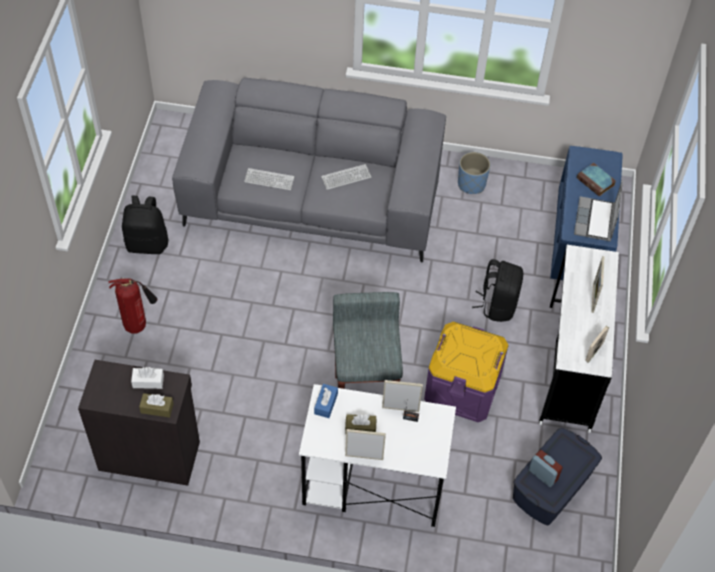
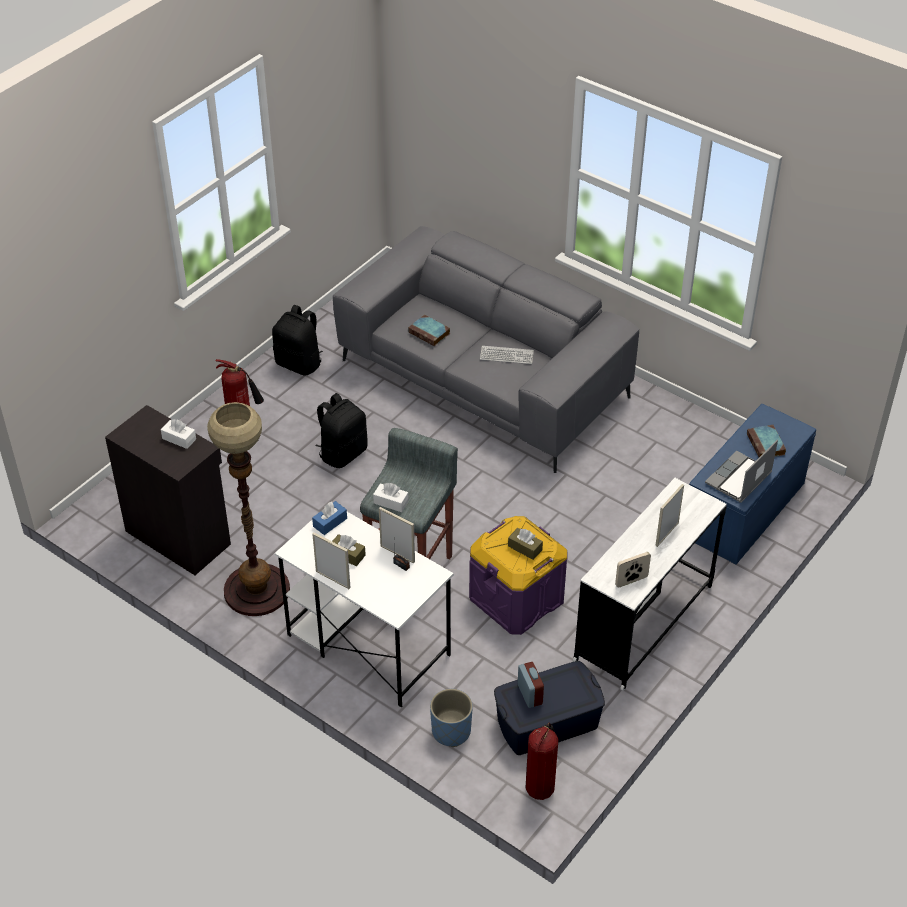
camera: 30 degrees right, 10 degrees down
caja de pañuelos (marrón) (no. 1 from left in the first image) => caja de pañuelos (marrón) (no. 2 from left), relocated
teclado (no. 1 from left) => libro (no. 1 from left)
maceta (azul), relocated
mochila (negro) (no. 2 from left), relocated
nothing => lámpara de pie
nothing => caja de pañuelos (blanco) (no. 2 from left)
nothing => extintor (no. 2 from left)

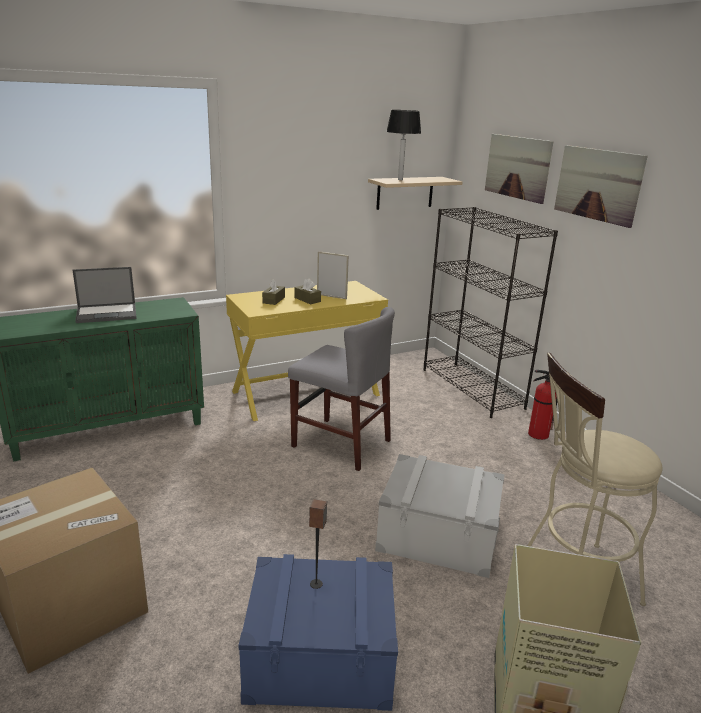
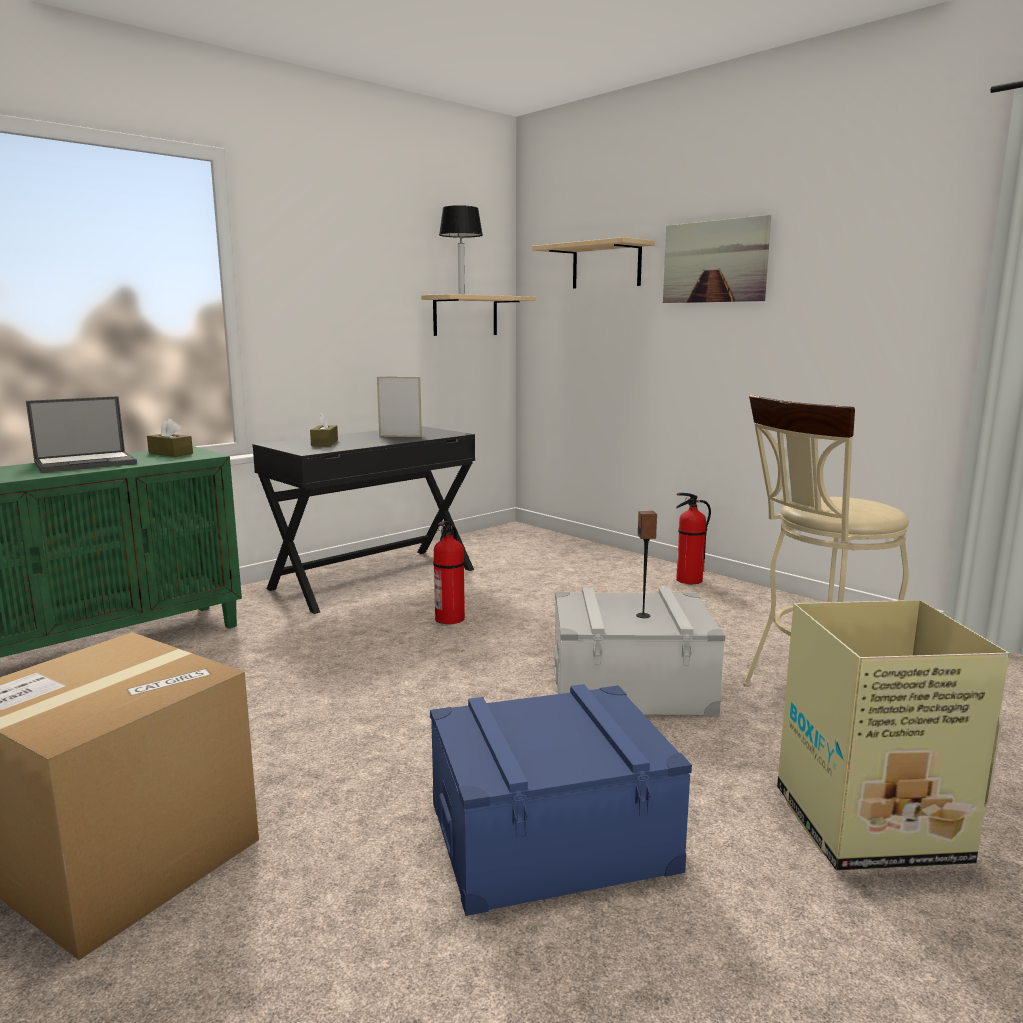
camera: 15 degrees left, 10 degrees down
escritorio (amarillo) => escritorio (negro)
silla (gris) => extintor (no. 1 from left)
caja de pañuelos (marrón) (no. 2 from left in the first image) => caja de pañuelos (marrón) (no. 1 from left), relocated
altavoz, relocated
estantería (negro) => nothing
cuadro (no. 1 from left) => estante (beis) (no. 2 from left)

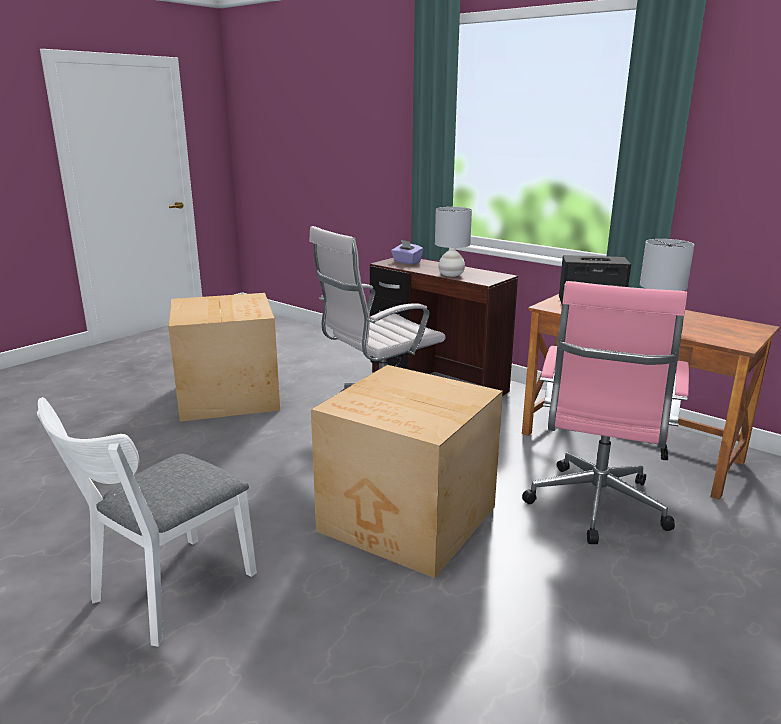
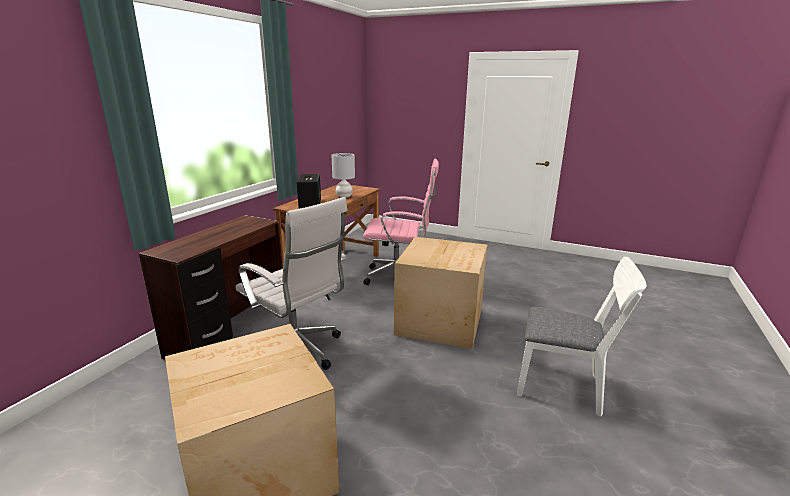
camera: 105 degrees left, 0 degrees up
caja de pañuelos (morado) => nothing
lámpara de mesa (gris) (no. 1 from left) => nothing

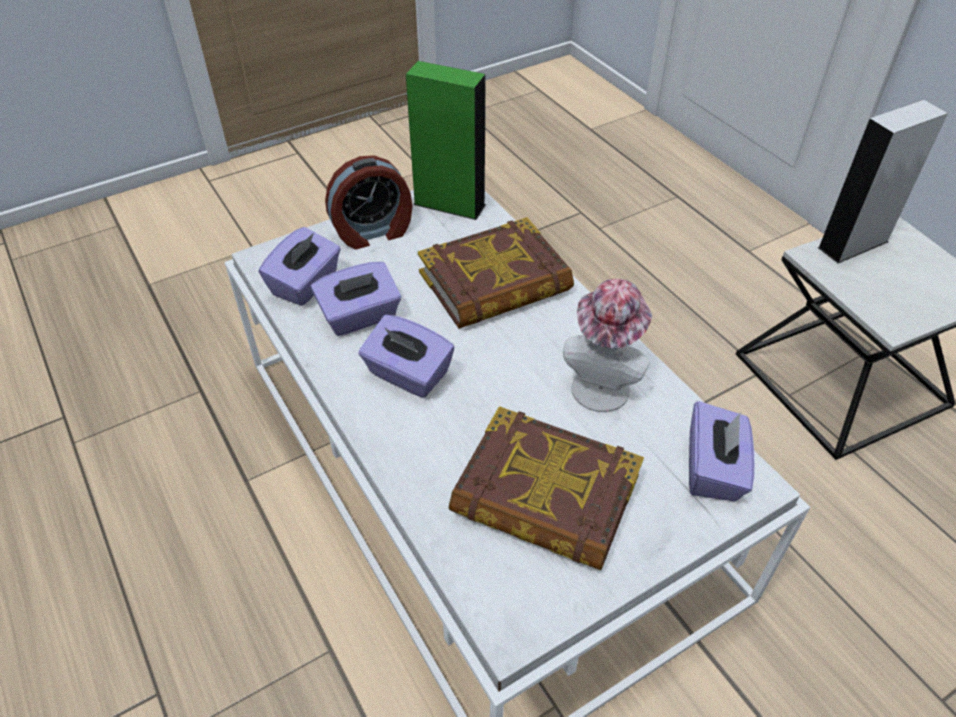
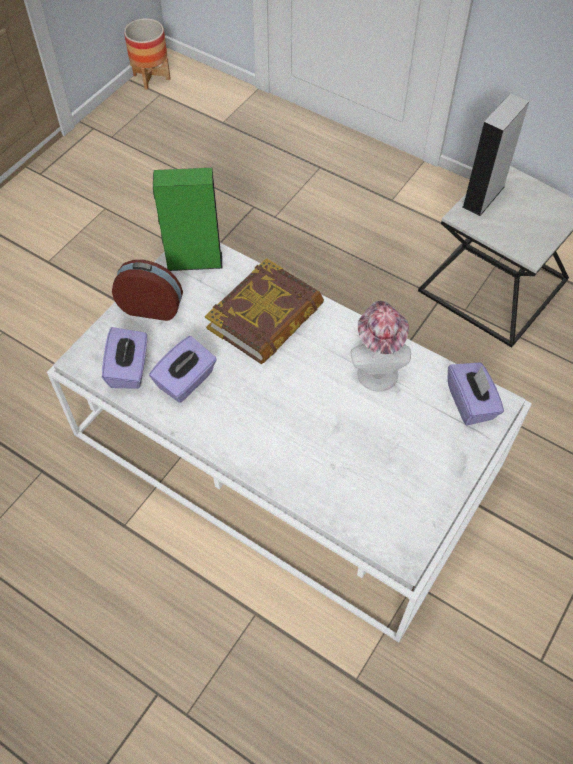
camera: 25 degrees left, 10 degrees up
despertador, 120 degrees counterclockwise
caja de pañuelos (morado) (no. 3 from left) => nothing
libro (no. 2 from left) => nothing
nothing => maceta

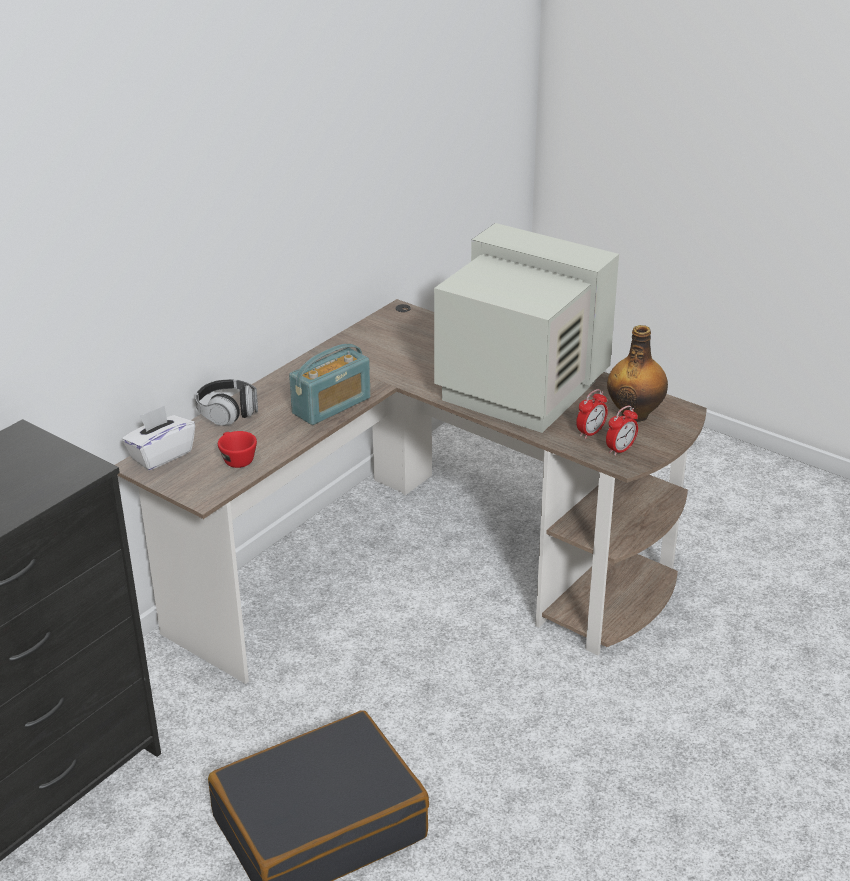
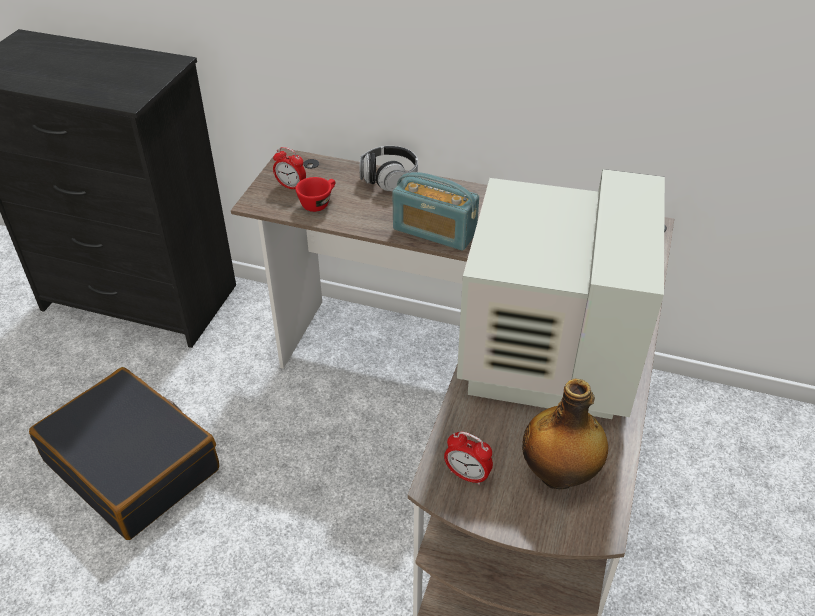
camera: 70 degrees right, 10 degrees up
caja de pañuelos (blanco) => nothing
despertador (no. 1 from left), relocated

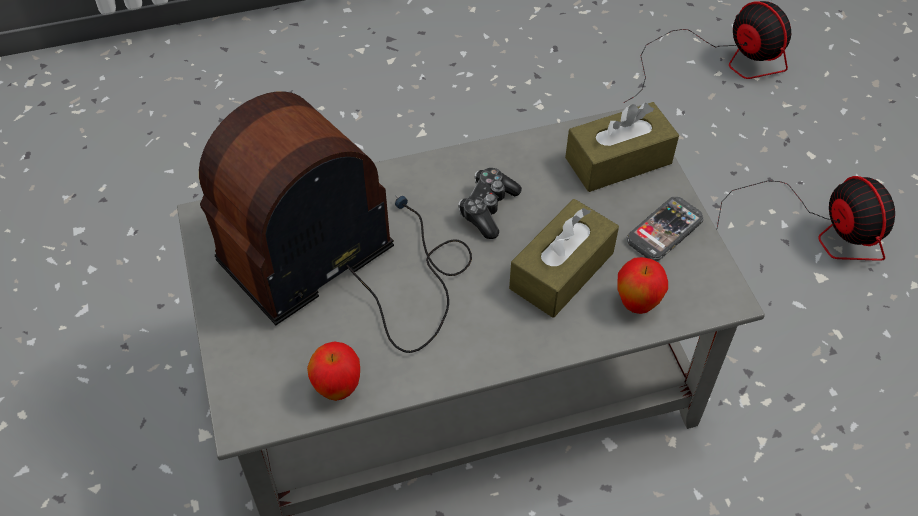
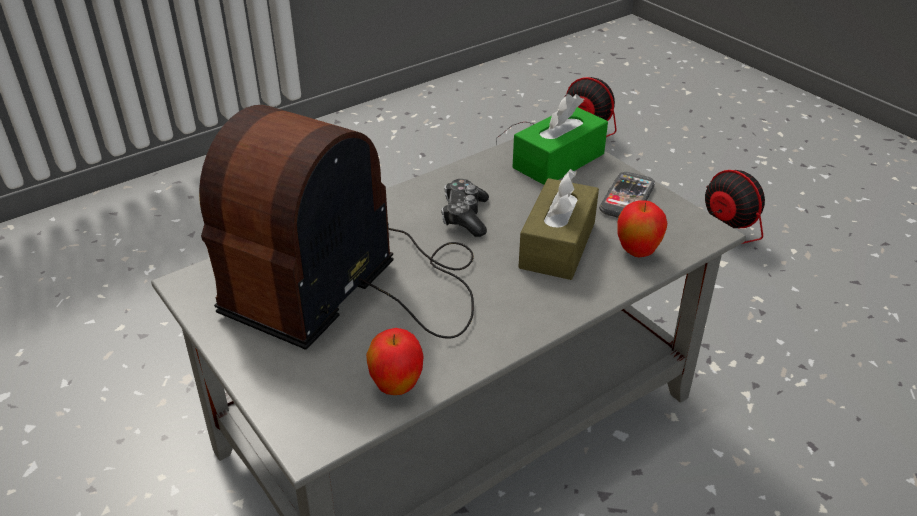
camera: 20 degrees left, 15 degrees down
caja de pañuelos (marrón) (no. 2 from left) => caja de pañuelos (verde)

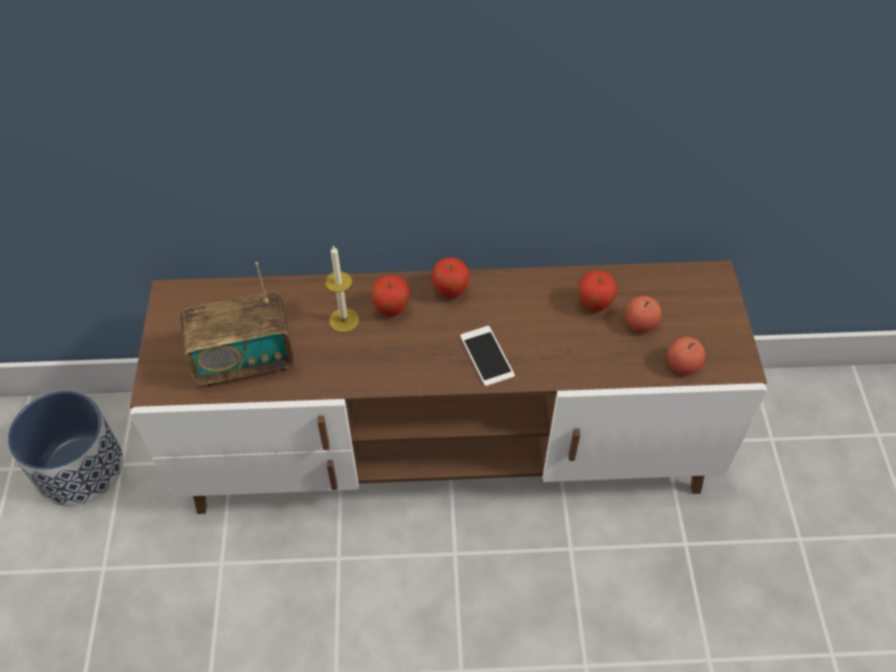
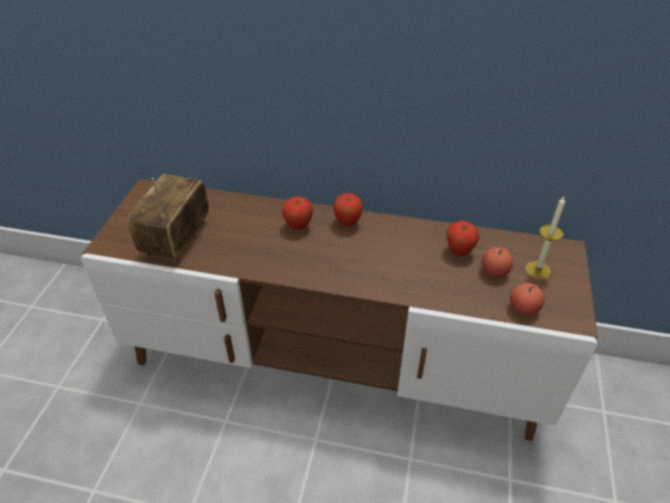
camera: 15 degrees right, 10 degrees down
maceta => nothing
radio, 105 degrees clockwise
vela, relocated
móvil => nothing

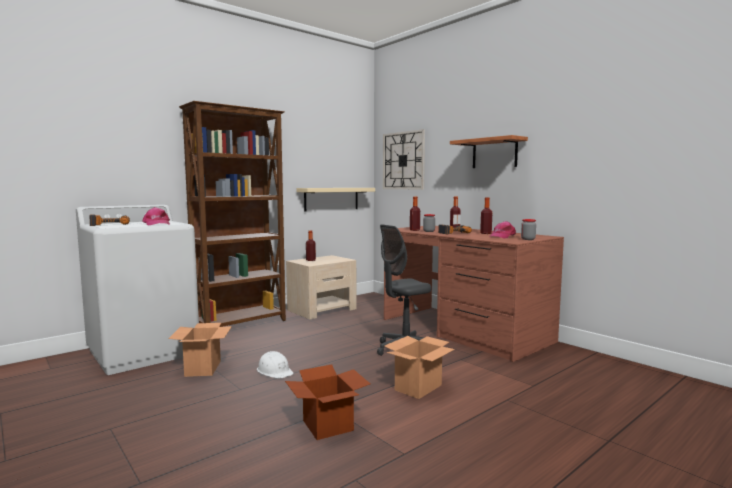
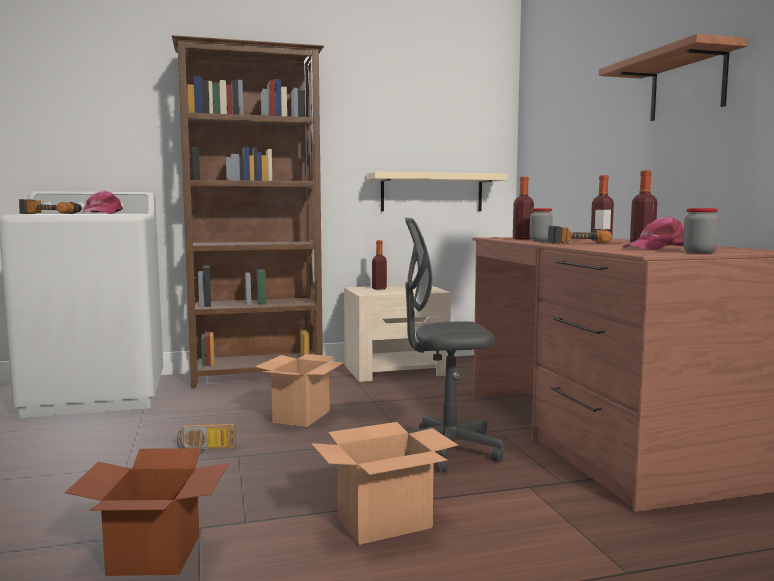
camera: 25 degrees right, 0 degrees up
caja de cartón (no. 1 from left in the first image) => caja de cartón (no. 2 from left), relocated
casco (blanco) => radio
reloj de pared => nothing

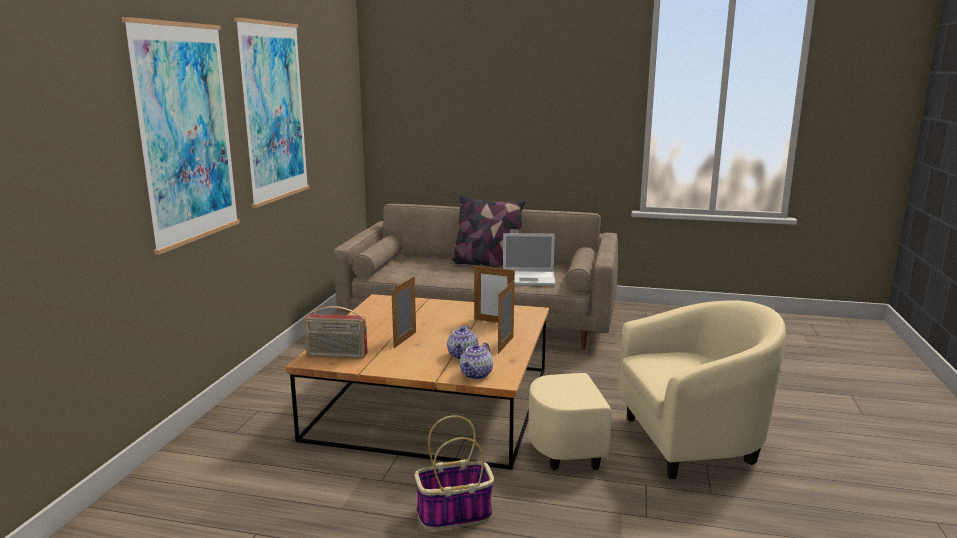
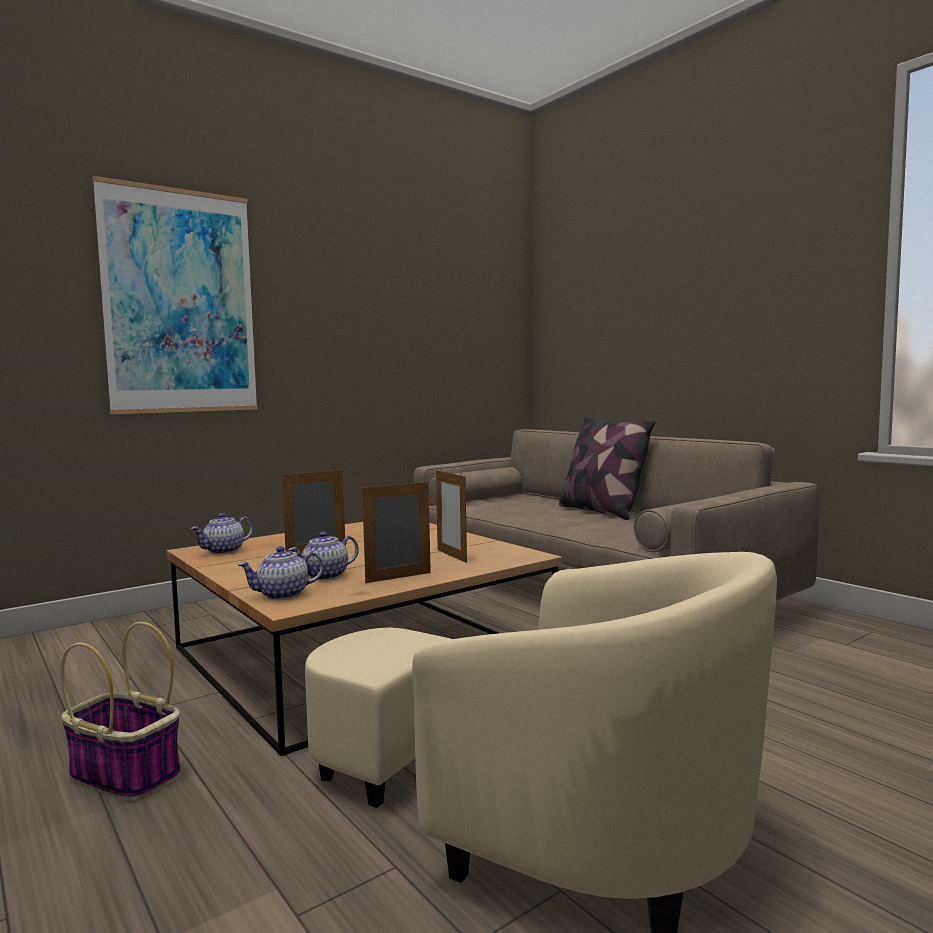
camera: 40 degrees right, 10 degrees down
cuadro (no. 2 from left) => nothing
radio => tetera (no. 1 from left)
portátil => nothing

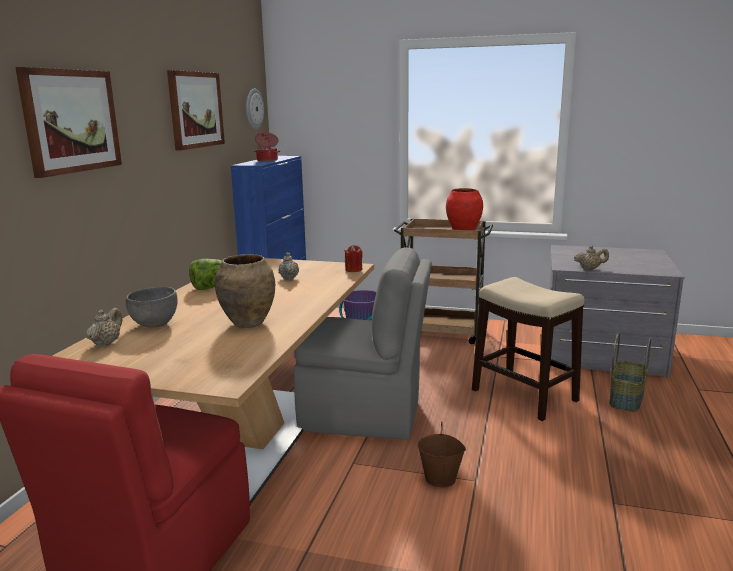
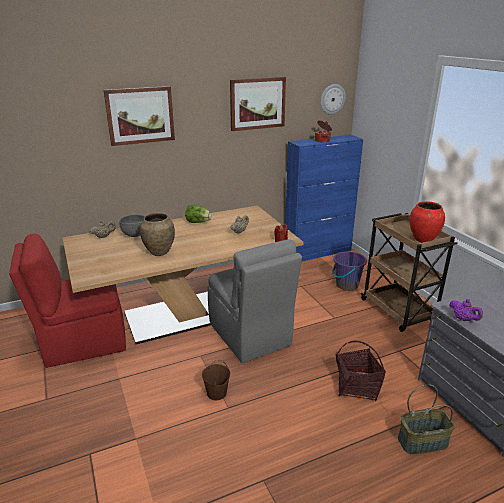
camera: 50 degrees right, 10 degrees up
taburete => cesta (no. 1 from left)
tetera (beis) (no. 3 from left) => tetera (morado)

